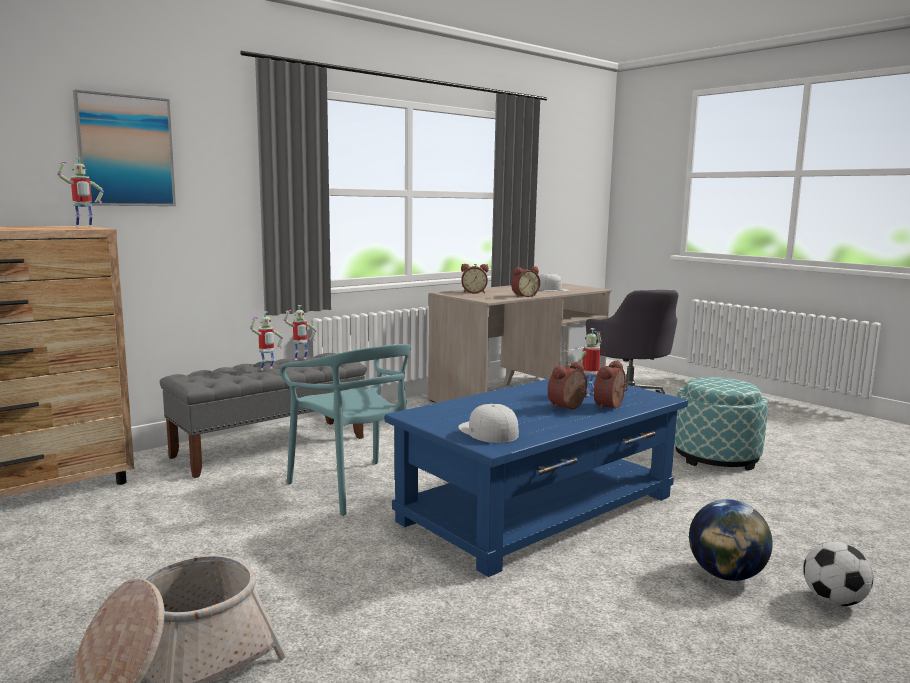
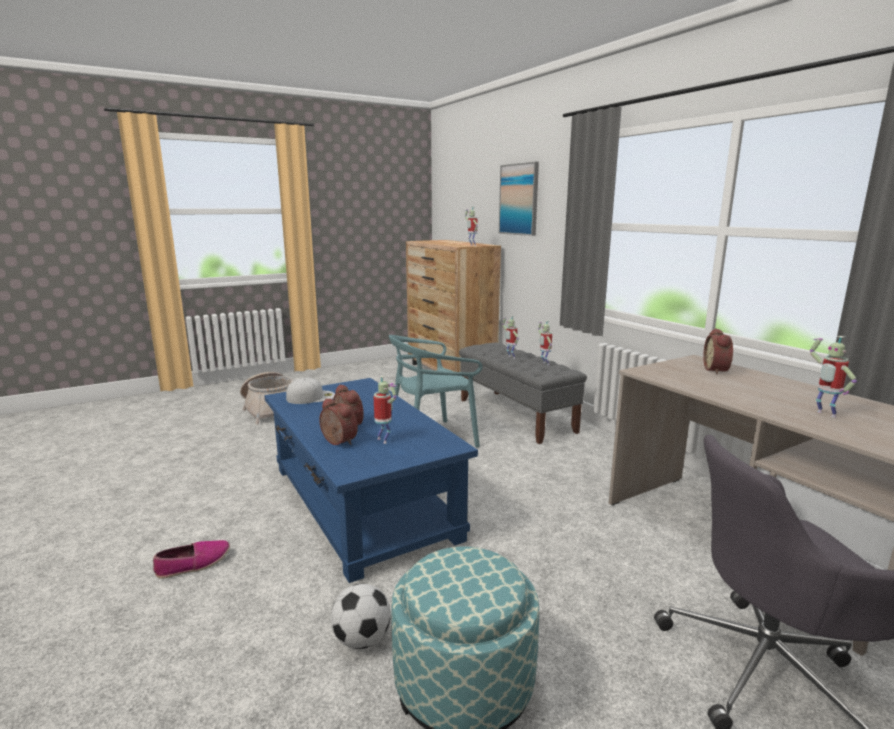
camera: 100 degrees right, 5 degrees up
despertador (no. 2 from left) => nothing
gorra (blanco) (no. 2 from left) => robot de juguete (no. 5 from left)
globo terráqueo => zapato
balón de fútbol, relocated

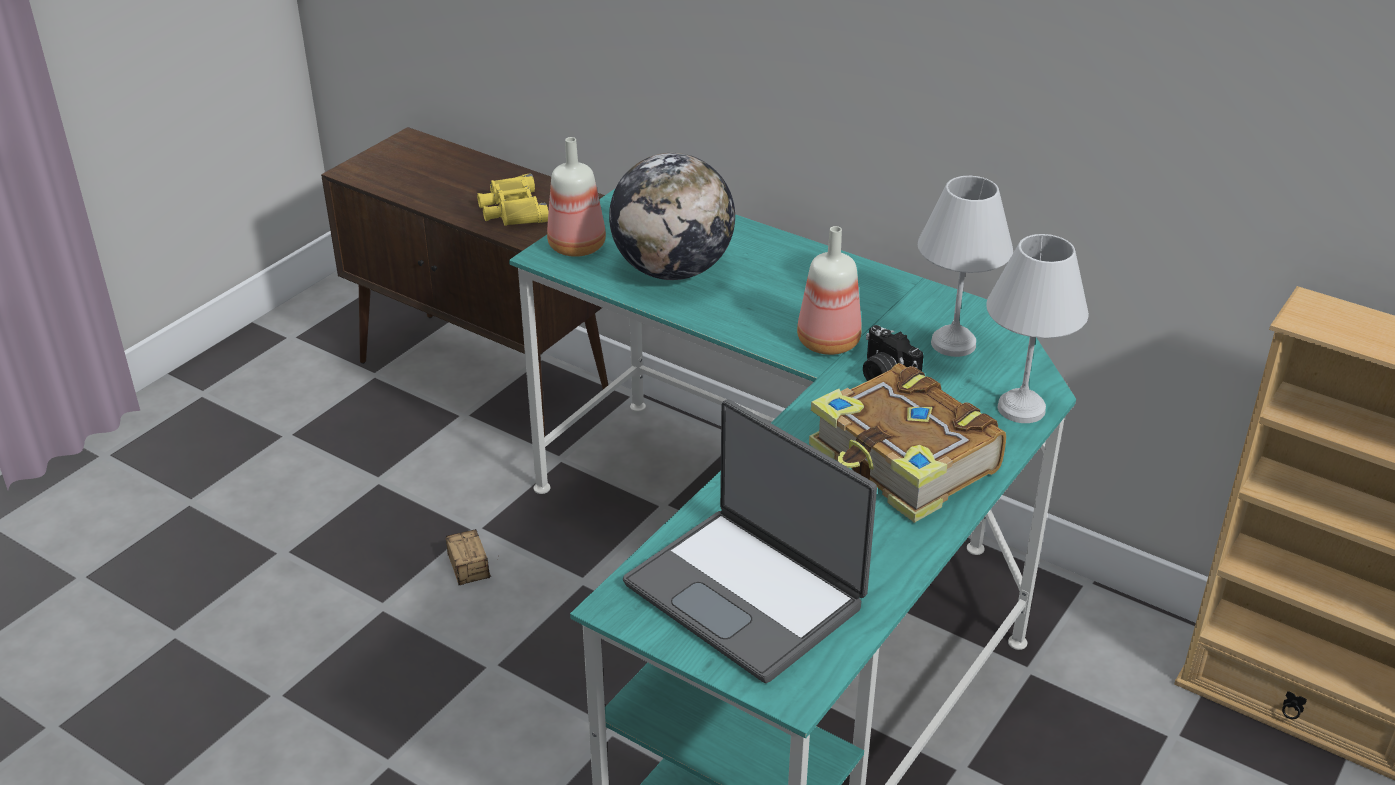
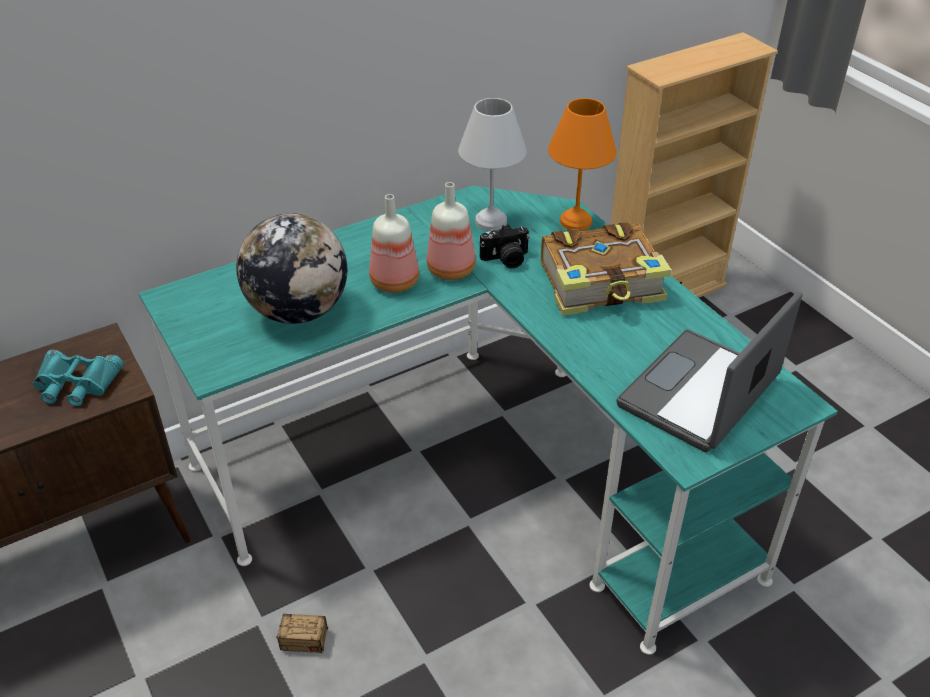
camera: 65 degrees left, 5 degrees up
prismáticos (amarillo) => prismáticos (turquesa)
botella (no. 1 from left), relocated
portátil, 150 degrees clockwise
lámpara de mesa (blanco) (no. 2 from left) => lámpara de mesa (naranja)

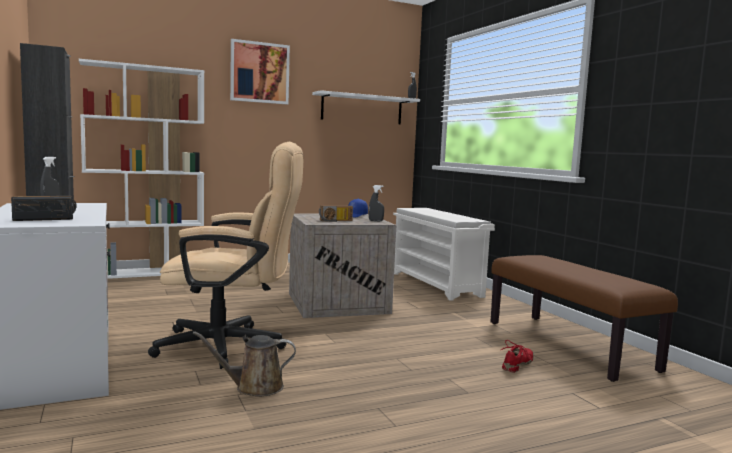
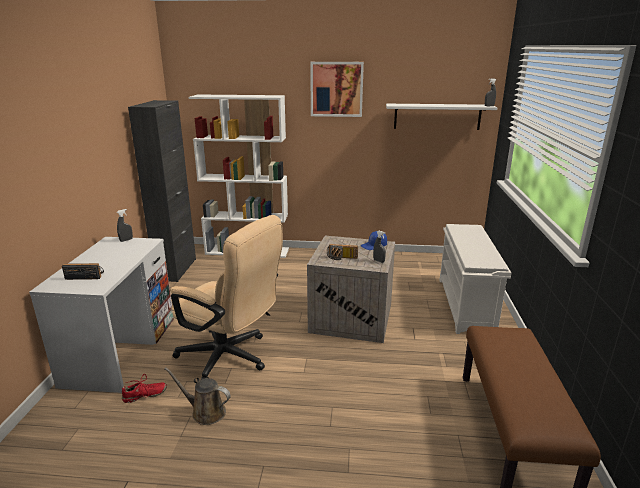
camera: 30 degrees right, 15 degrees up
zapato (rojo), relocated

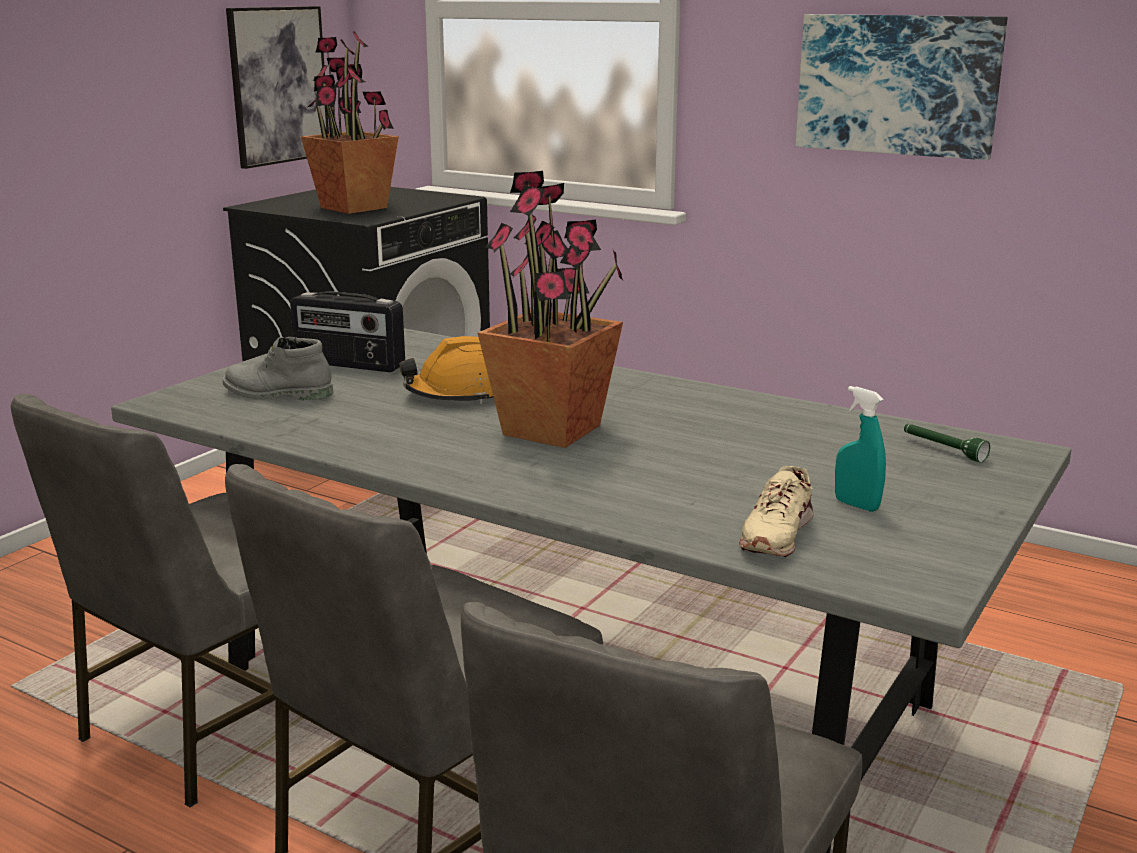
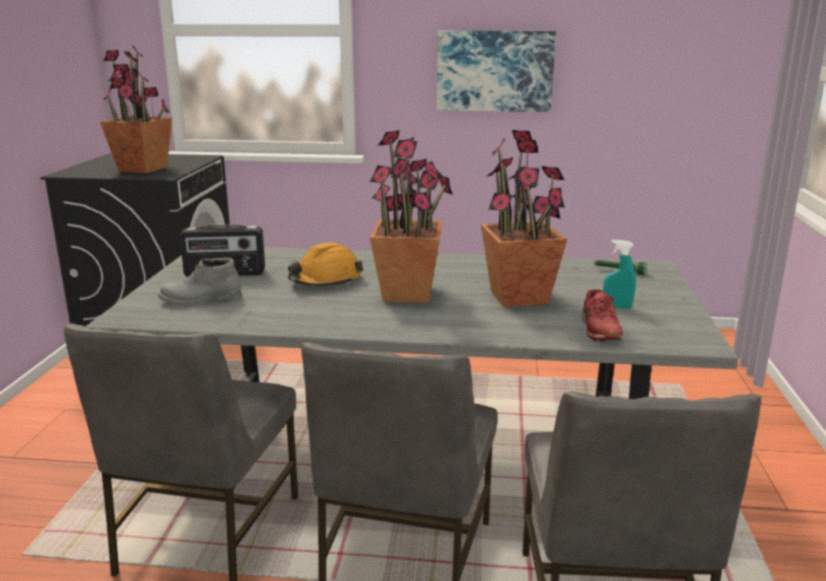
camera: 25 degrees left, 0 degrees up
cuadro (no. 1 from left) => nothing
zapato (beis) => zapato (rojo)
nothing => planta en maceta (no. 3 from left)

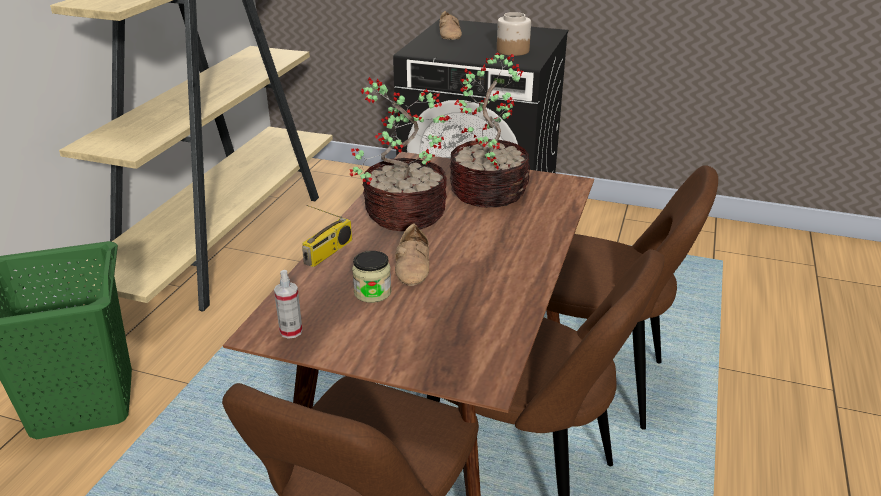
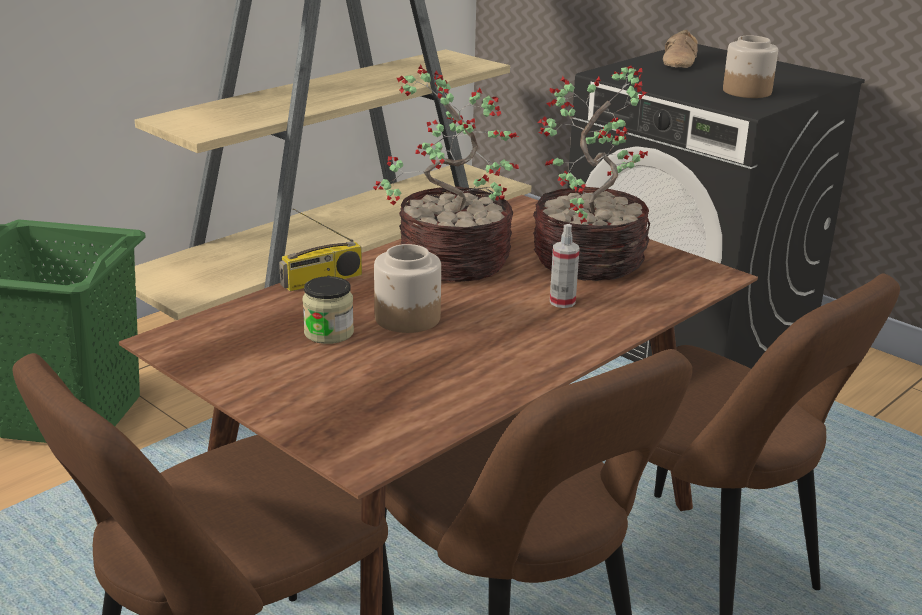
camera: 25 degrees right, 5 degrees down
pulverizador, relocated
zapato (beis) (no. 1 from left) => tarro (no. 2 from left)

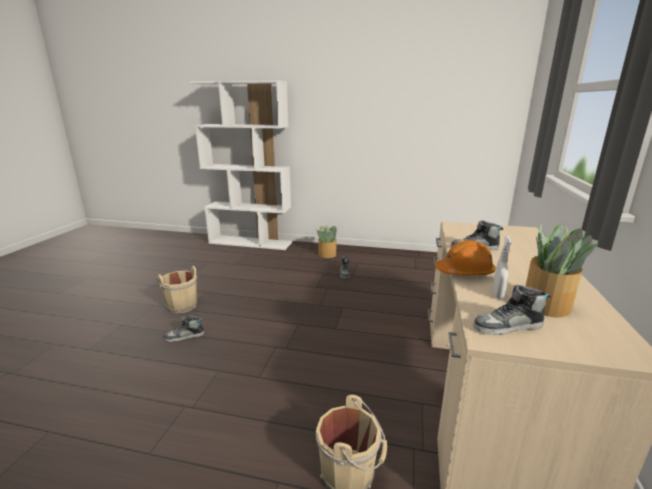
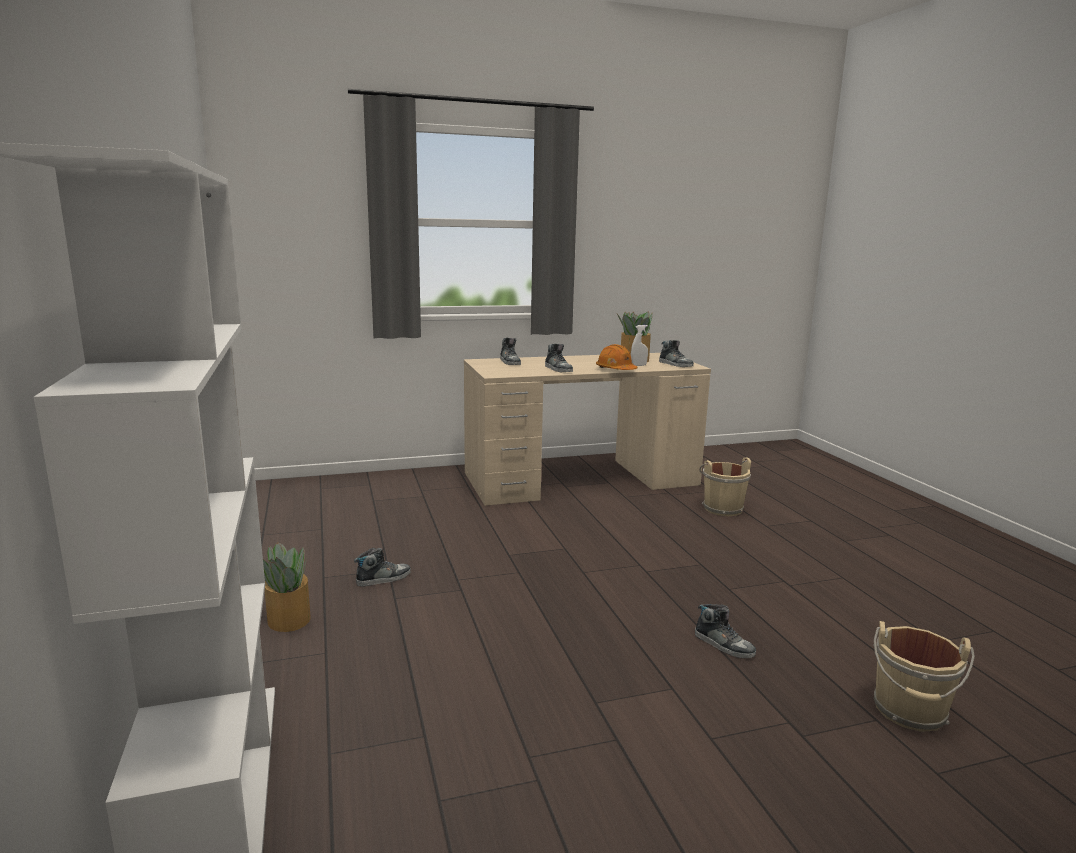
camera: 120 degrees left, 5 degrees down
cubo (beis) (no. 1 from left in the first image) => cubo (beis) (no. 2 from left), relocated
nothing => zapato (no. 2 from left)

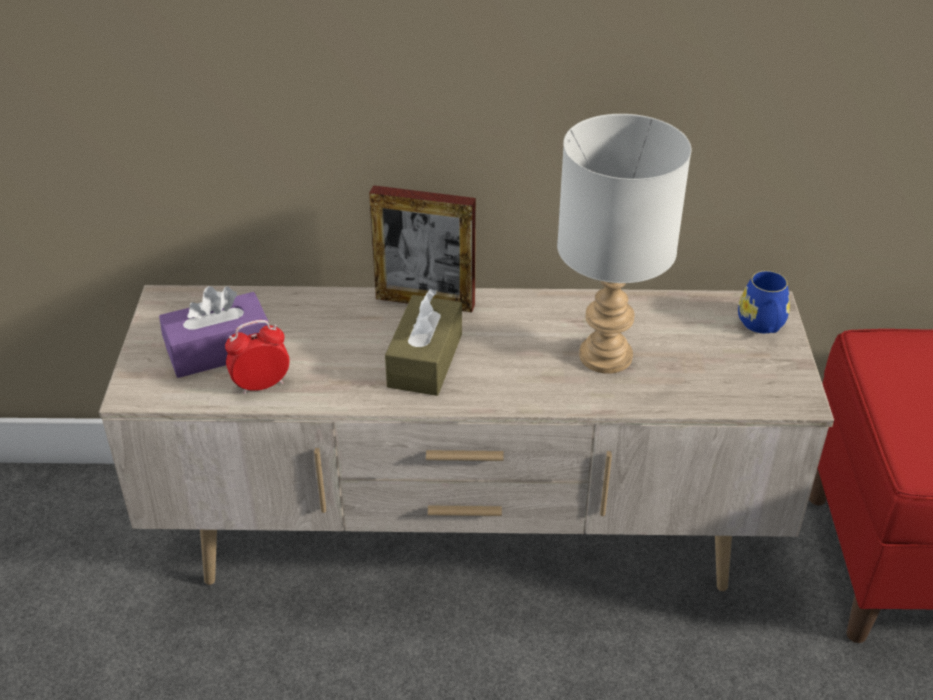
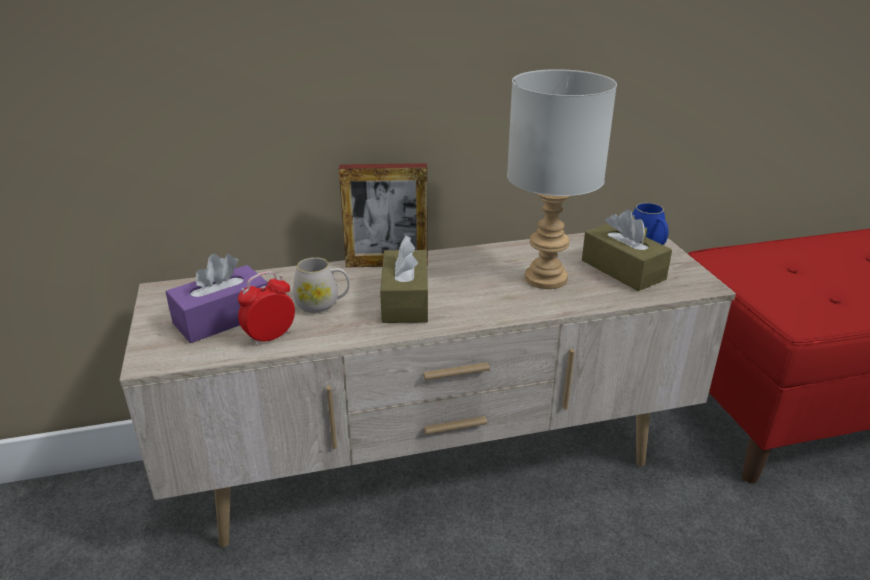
camera: 15 degrees left, 10 degrees down
nothing => taza grande (blanco)
nothing => caja de pañuelos (marrón) (no. 2 from left)

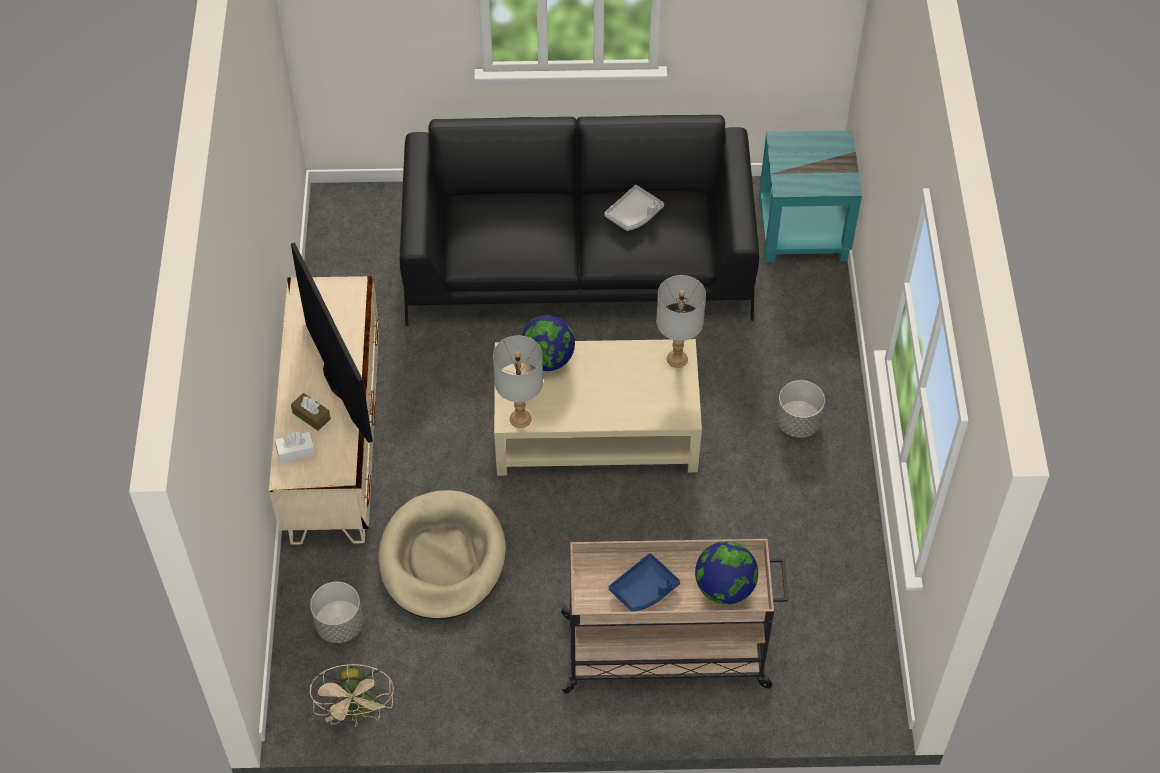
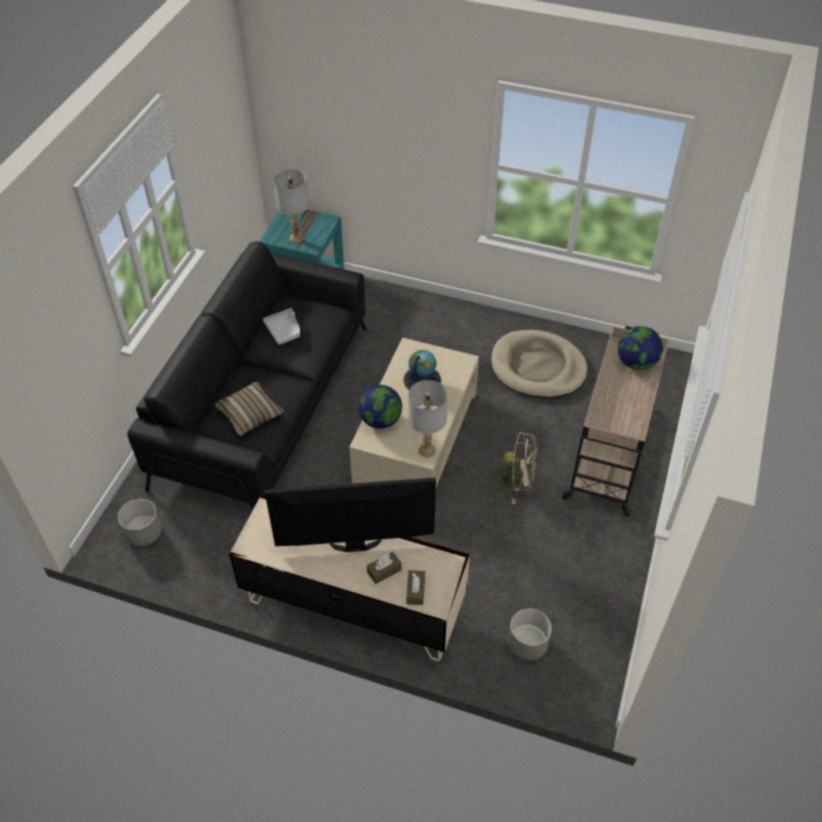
camera: 70 degrees left, 5 degrees down
caja de pañuelos (blanco) => caja de pañuelos (marrón) (no. 2 from left)
ventilador (beis), relocated
cama para perro (beis), relocated
bandeja (azul) => nothing
lámpara de mesa (gris) (no. 2 from left in the first image) => lámpara de mesa (gris) (no. 1 from left), relocated
maceta (gris) (no. 2 from left in the first image) => maceta (gris) (no. 1 from left), relocated
nothing => cojín
nothing => globo terráqueo (no. 2 from left)

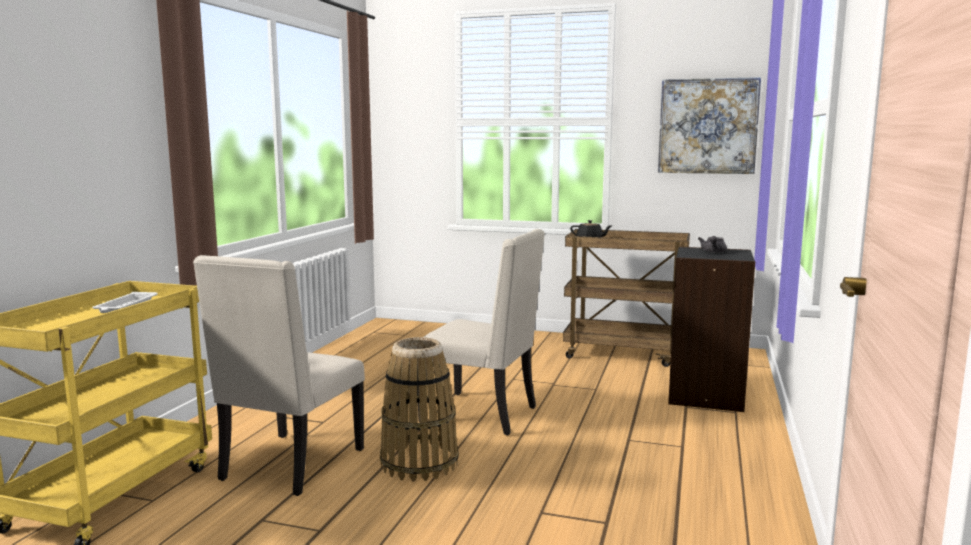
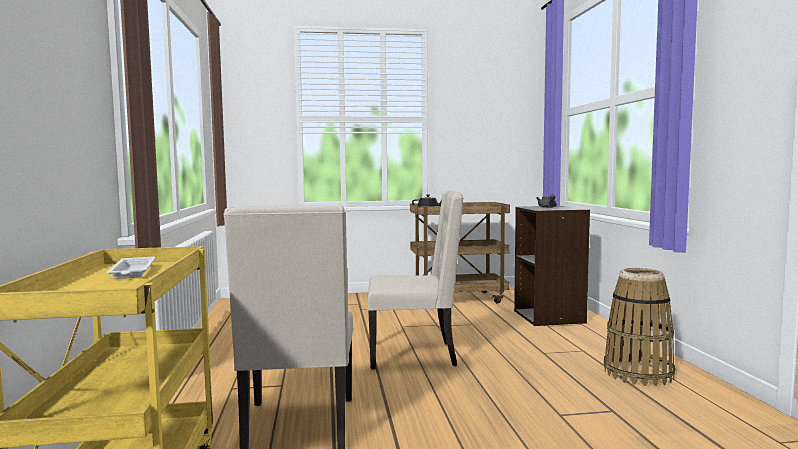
camera: 25 degrees left, 5 degrees down
cesta, relocated
cuadro => nothing

